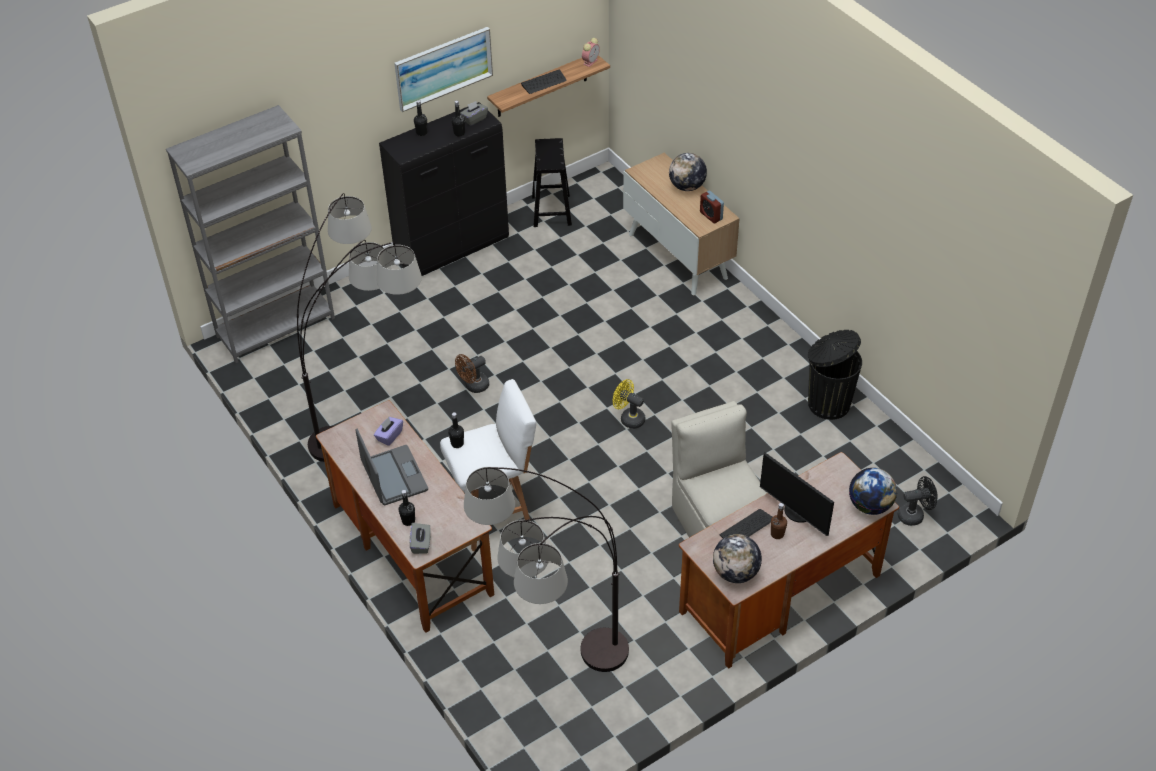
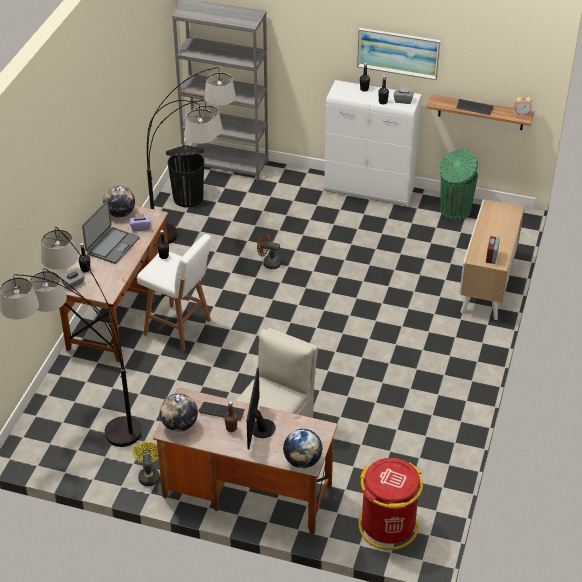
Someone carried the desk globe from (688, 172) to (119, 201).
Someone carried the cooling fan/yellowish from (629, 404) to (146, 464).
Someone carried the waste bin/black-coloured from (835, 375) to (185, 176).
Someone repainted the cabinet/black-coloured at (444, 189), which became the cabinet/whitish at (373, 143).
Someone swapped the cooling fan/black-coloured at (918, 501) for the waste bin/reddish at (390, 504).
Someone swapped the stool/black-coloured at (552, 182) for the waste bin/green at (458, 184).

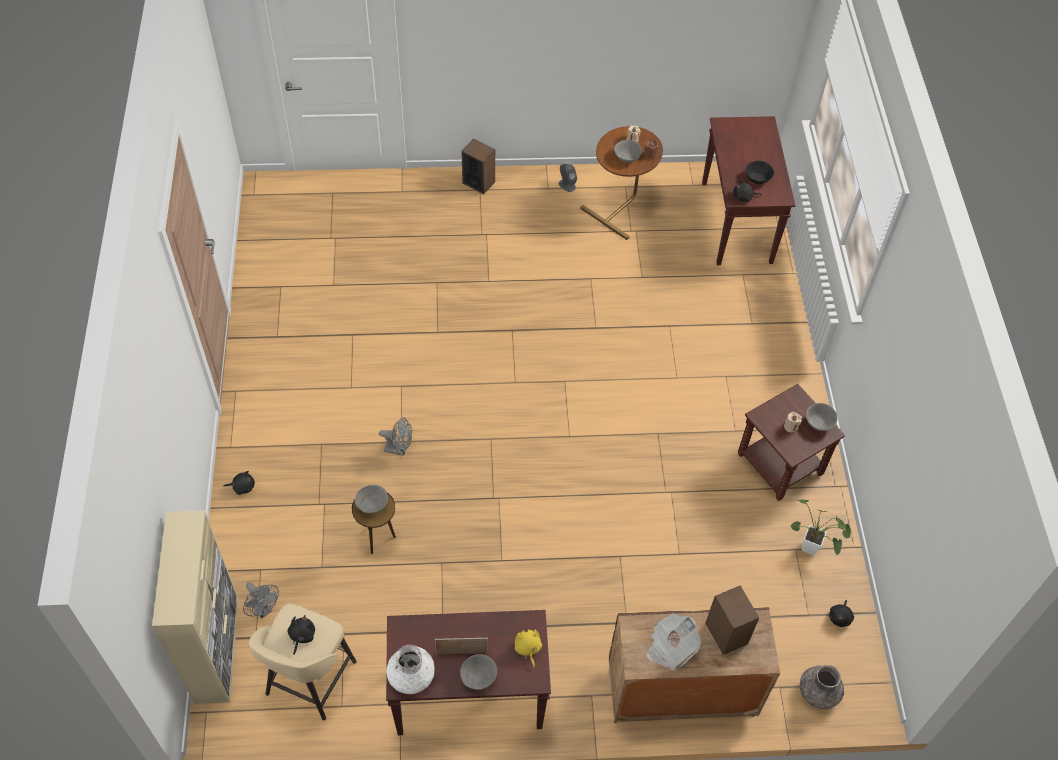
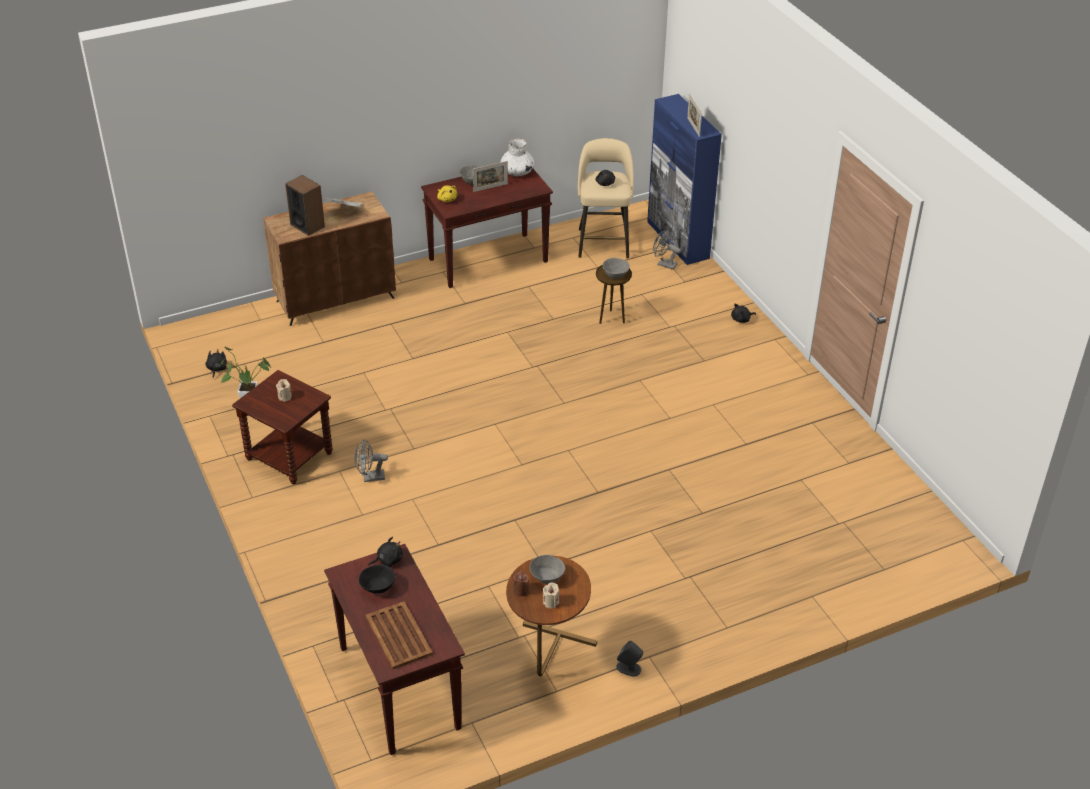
Someone carried the cooling fan/greyish from (395, 436) to (371, 460).
Someone put down the carrying tray/brownish at (399, 635).
Someone repainted the cabinet/beige-coloured at (195, 607), which became the cabinet/bluish at (684, 179).
Someone put down the picture frame at (694, 115).
Someone took away the speaker at (478, 166).
Someone took away the decorative vase/greyish at (822, 687).
Someone took away the deep dish/greyish at (821, 417).

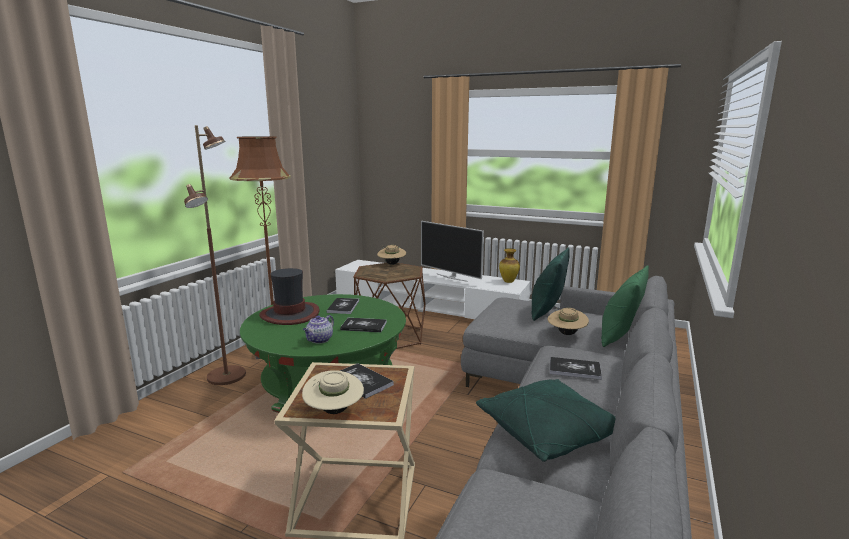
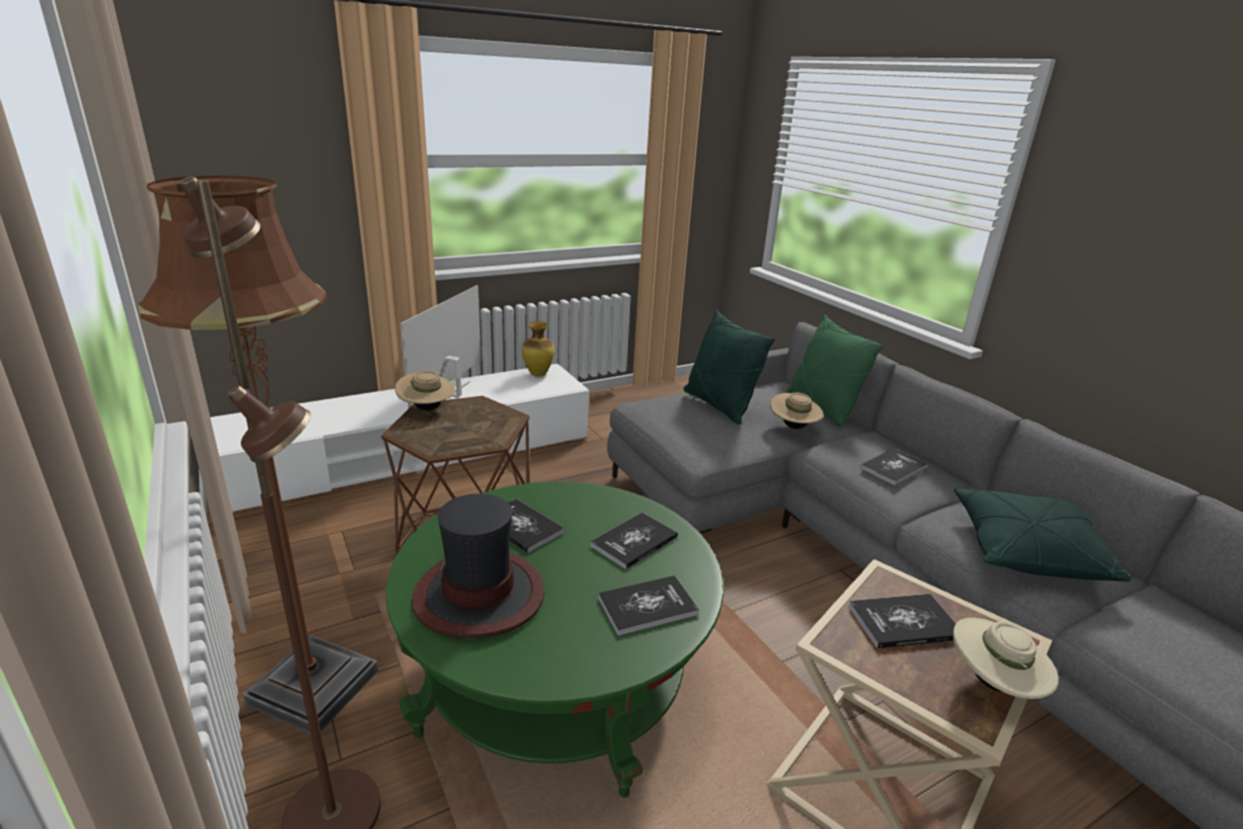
Someone rotated the TV set at (452, 251) by 120 degrees clockwise.
Someone swapped the pot for tea at (318, 329) for the bound book at (648, 606).

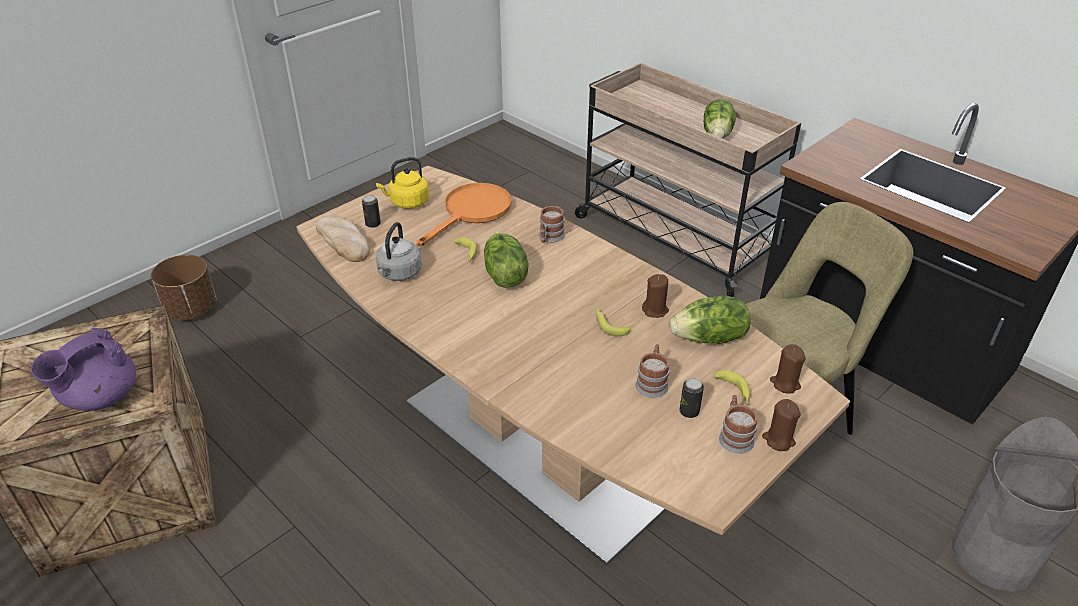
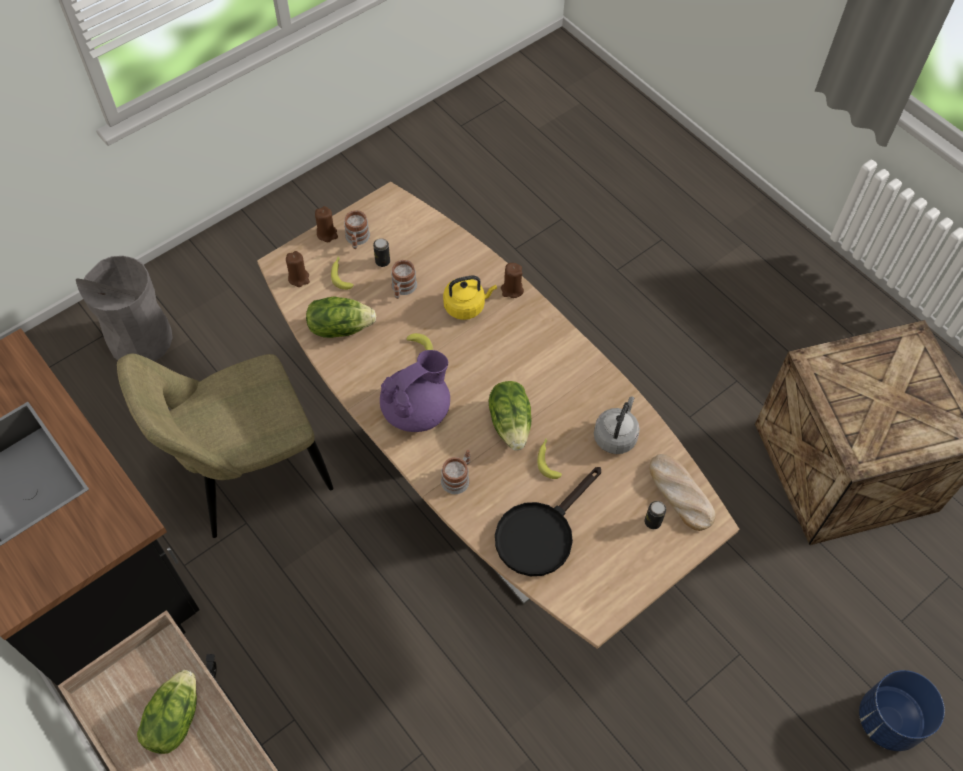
Someone carried the pot for tea/purple-coloured from (83, 369) to (415, 391).
Someone carried the water kettle/yellowish from (403, 183) to (470, 297).
Someone repainted the pan/orange at (464, 214), which became the pan/black-coloured at (548, 521).
Someone carried the wax candle/brownish from (655, 296) to (512, 280).
Someone repainted the plant pot/brownish at (184, 287), which became the plant pot/bluish at (902, 710).

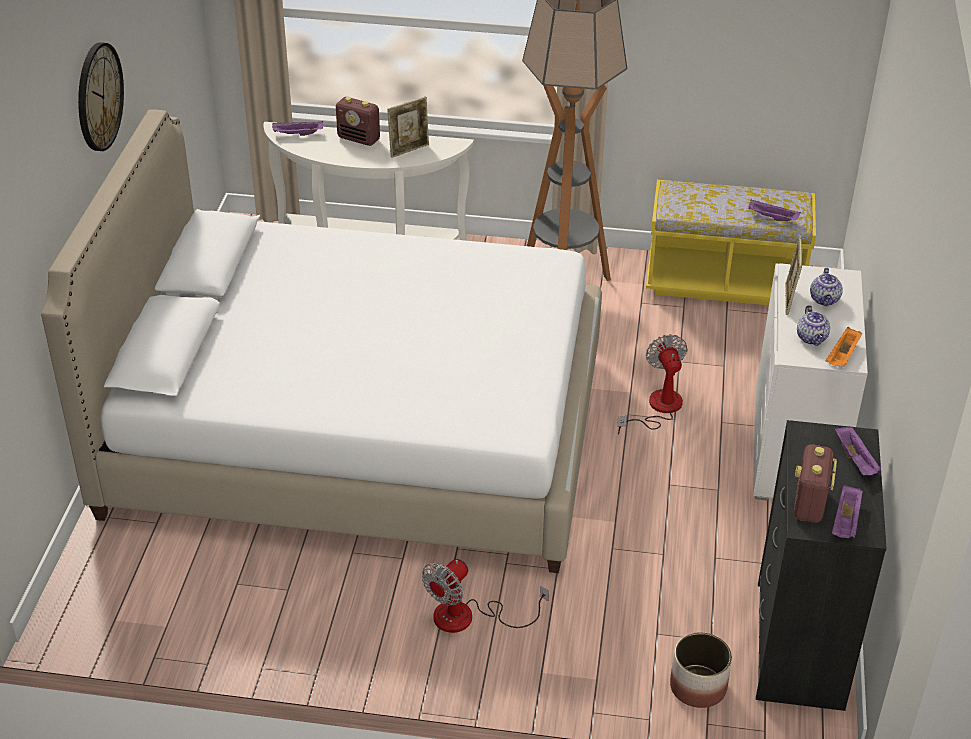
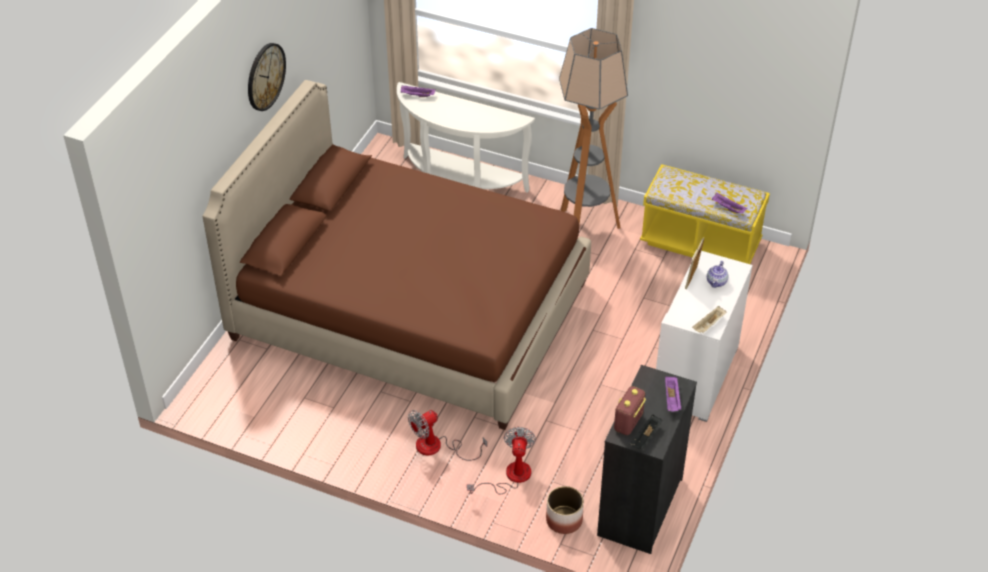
Someone repainted the sleeping bed/whitish at (321, 341), which became the sleeping bed/brownish at (397, 255).
Someone carried the cooling fan from (652, 384) to (501, 461).
Someone repainted the carrying tray/purple-coloured at (847, 511), which became the carrying tray/black-coloured at (646, 432).
Someone repainted the carrying tray/orange at (844, 346), which became the carrying tray/beige-coloured at (709, 319).
Someone took away the radio receiver at (358, 121).
Someone took away the picture frame at (408, 127).
Someone took away the pot for tea at (813, 325).

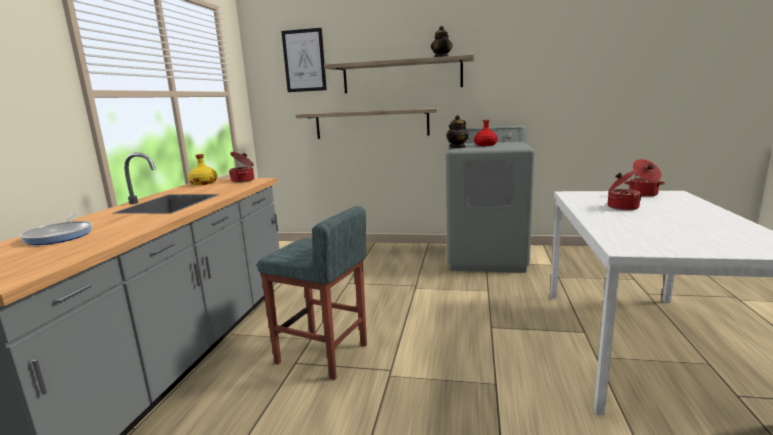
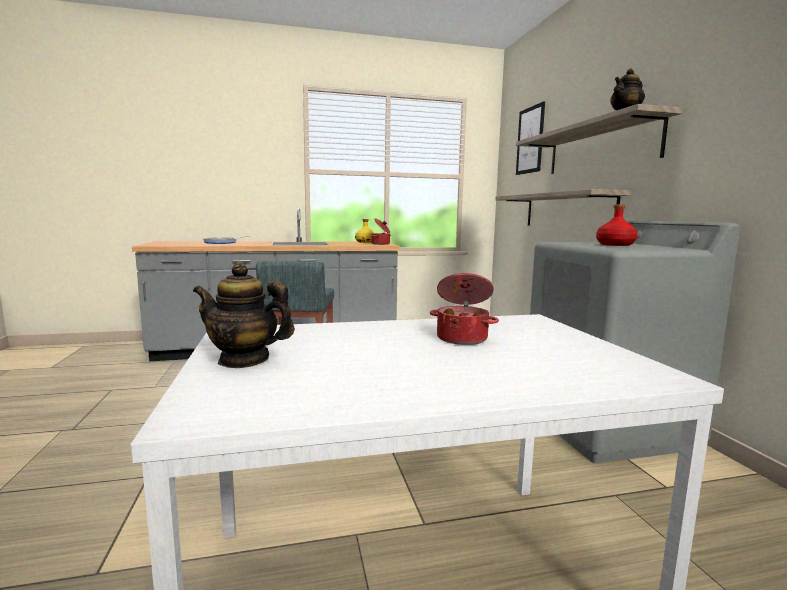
Someone carried the pot for tea from (457, 131) to (244, 315).
Someone took away the stockpot at (644, 178).

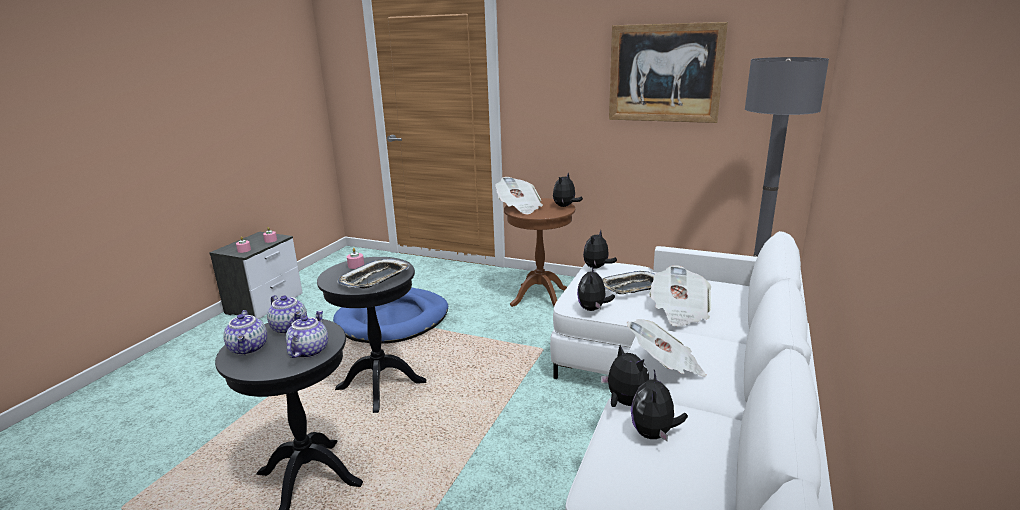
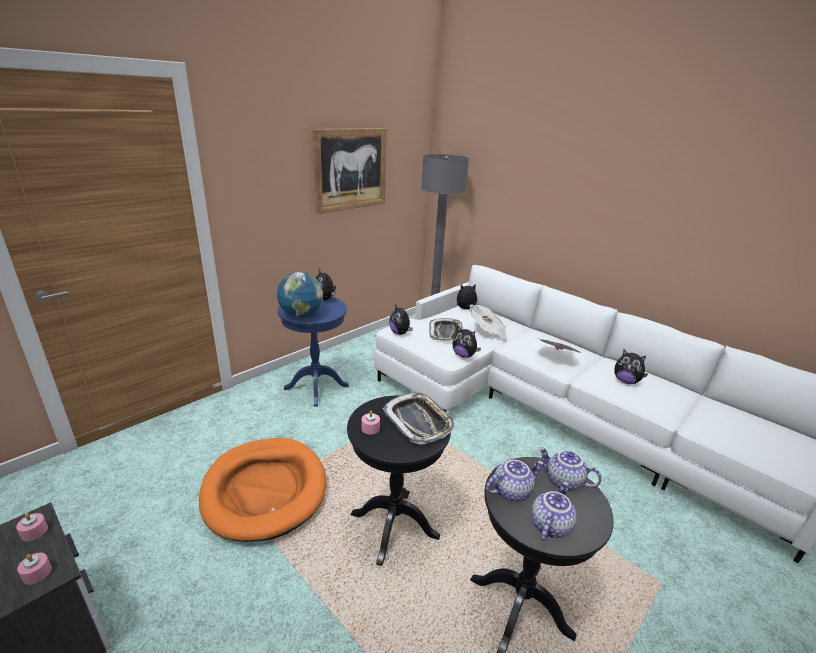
Someone repainted the dog bed/bluish at (390, 315), which became the dog bed/orange at (262, 490).
Someone swapped the newspaper at (519, 196) for the desk globe at (300, 294).
Someone repainted the accent table/brownish at (539, 252), which became the accent table/bluish at (313, 352).
Someone carried the plush toy from (625, 376) to (467, 296).
Someone rotated the pot for tea at (245, 332) by 60 degrees counterclockwise.

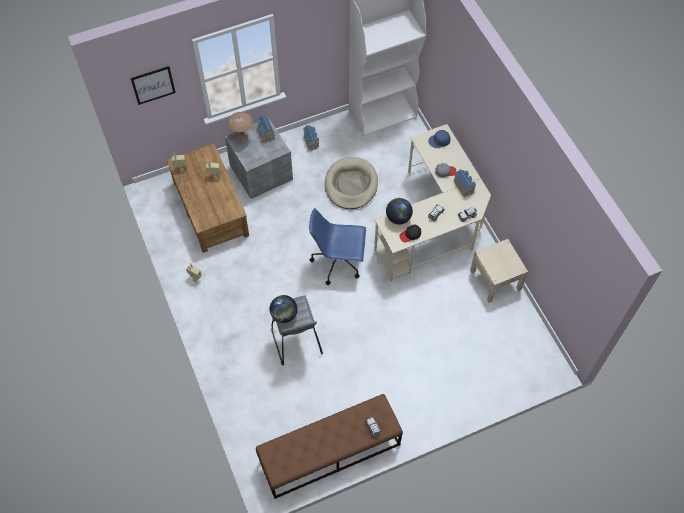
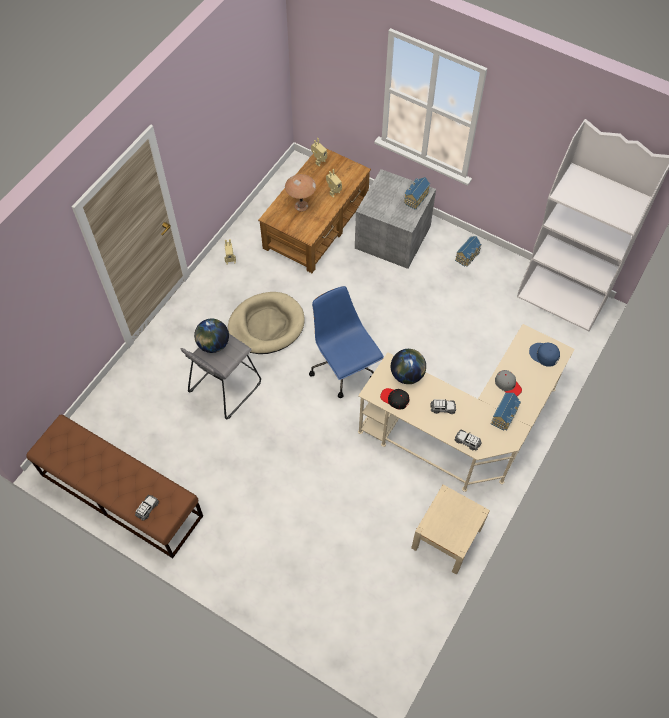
Someone carried the dog bed/beige-coloured from (351, 183) to (266, 323).
Someone carried the tabletop lamp/brownish from (240, 127) to (300, 193).
Someone took away the wall art at (153, 85).

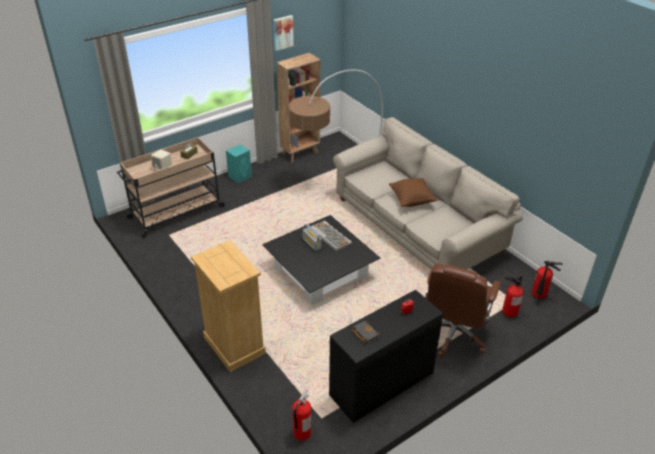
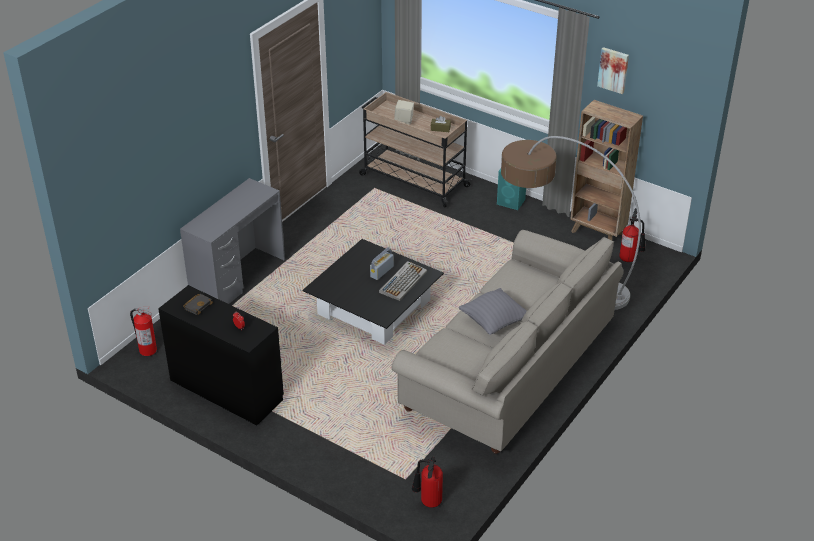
Someone swapped the drawer chest/beige-coloured at (228, 306) for the desk unit/greyish at (232, 241).
Someone repainted the pillow/brownish at (413, 192), which became the pillow/greyish at (493, 311).
Someone carried the fire extinguisher from (512, 294) to (632, 235).
Someone took away the office chair/brownish at (463, 310).

